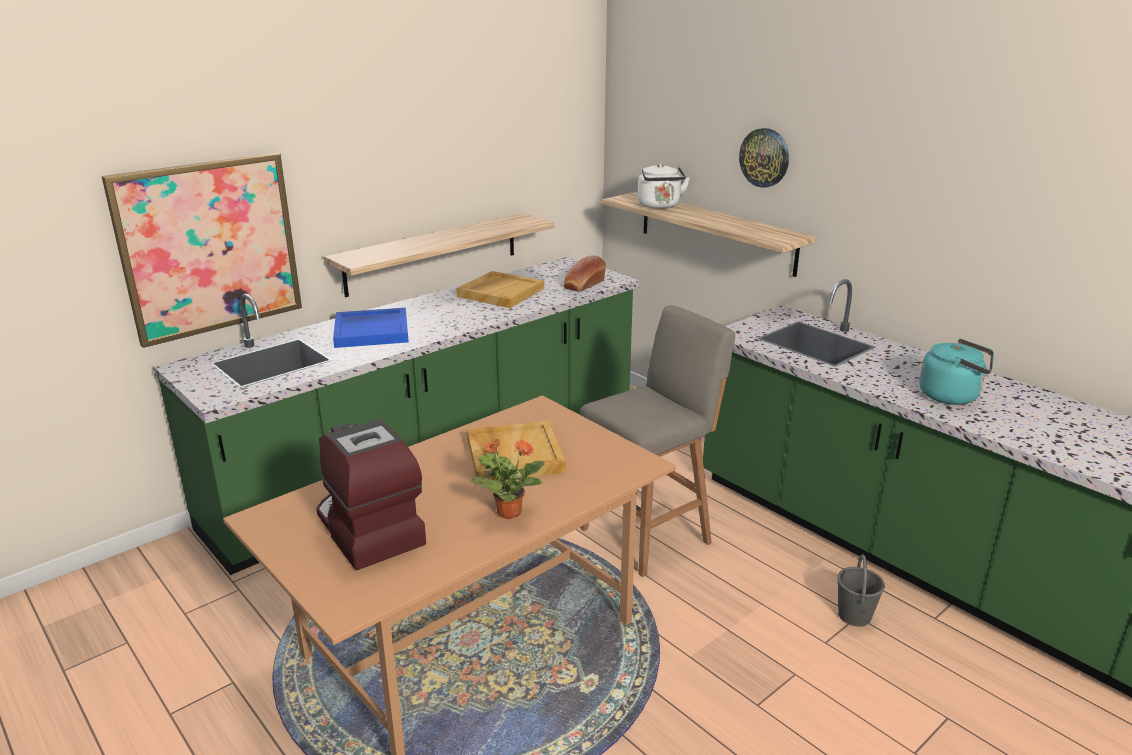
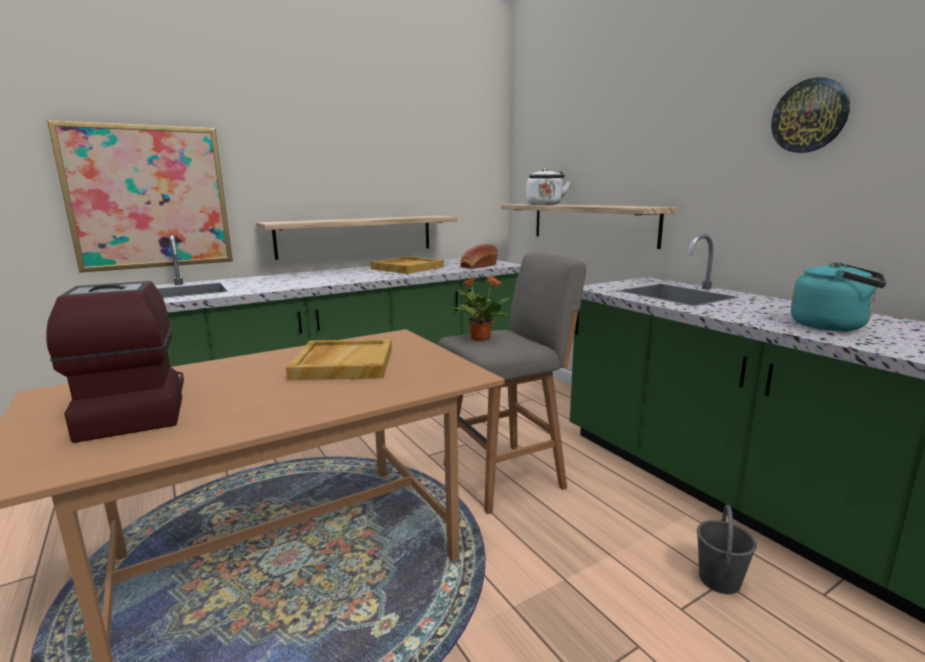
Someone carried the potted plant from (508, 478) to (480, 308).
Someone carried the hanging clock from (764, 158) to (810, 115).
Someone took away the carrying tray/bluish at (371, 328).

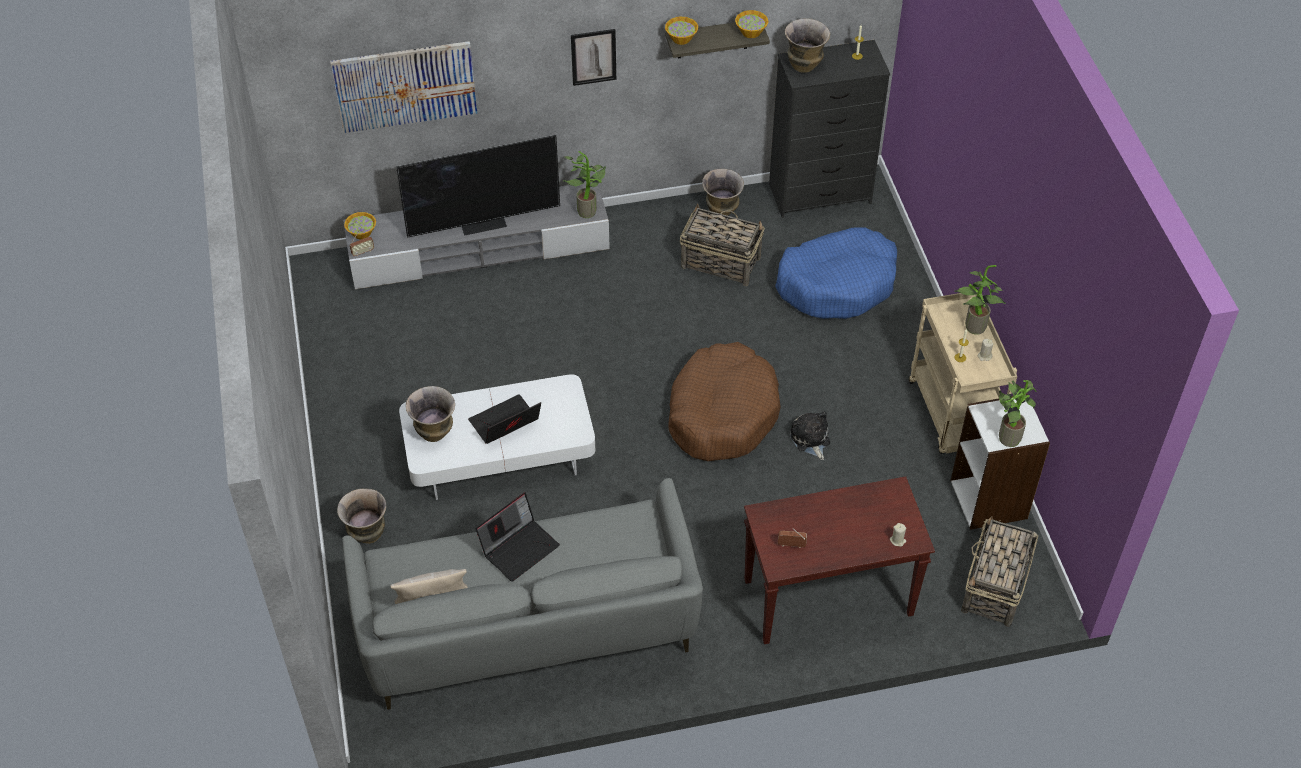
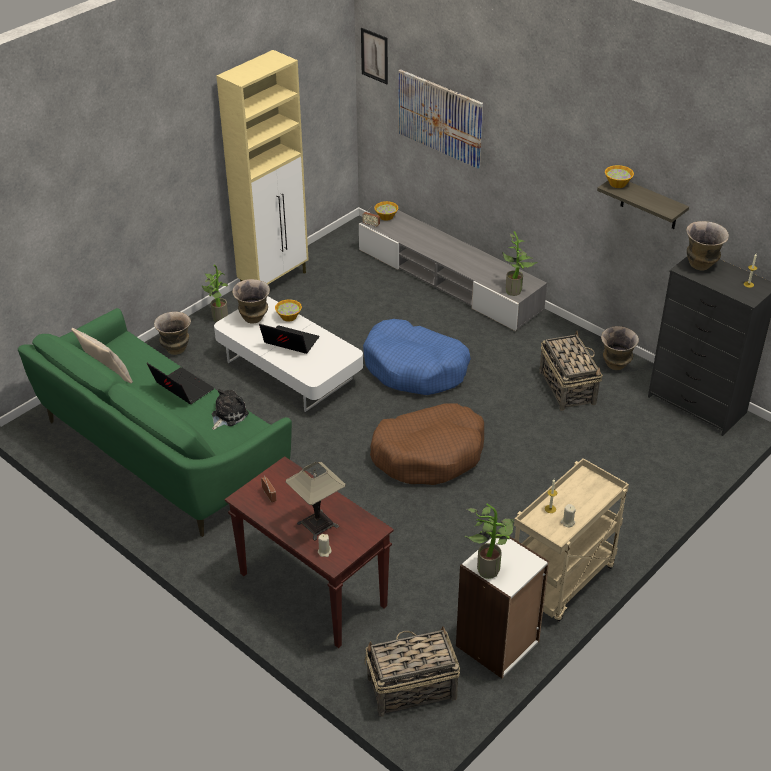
Someone repainted the sofa/greyish at (522, 594), which became the sofa/green at (155, 422).
Someone rotated the portable computer at (518, 537) by 150 degrees counterclockwise.
Someone carried the potted plant from (980, 300) to (215, 293).
Someone carried the plush toy from (810, 436) to (230, 409).
Someone put down the cabinet/beige-coloured at (262, 167).
Someone carried the deep dish from (751, 24) to (288, 310).
Someone put down the tabletop lamp at (316, 501).
Someone carried the wall art from (593, 57) to (374, 56).
Someone carried the dog bed/bluish from (836, 273) to (417, 357).
Someone took away the TV set at (478, 186).

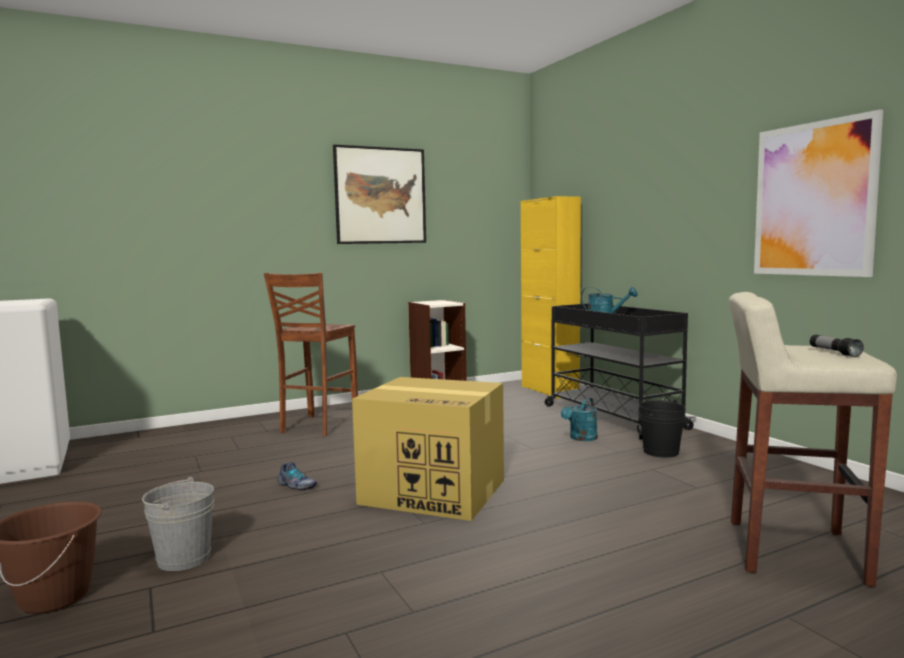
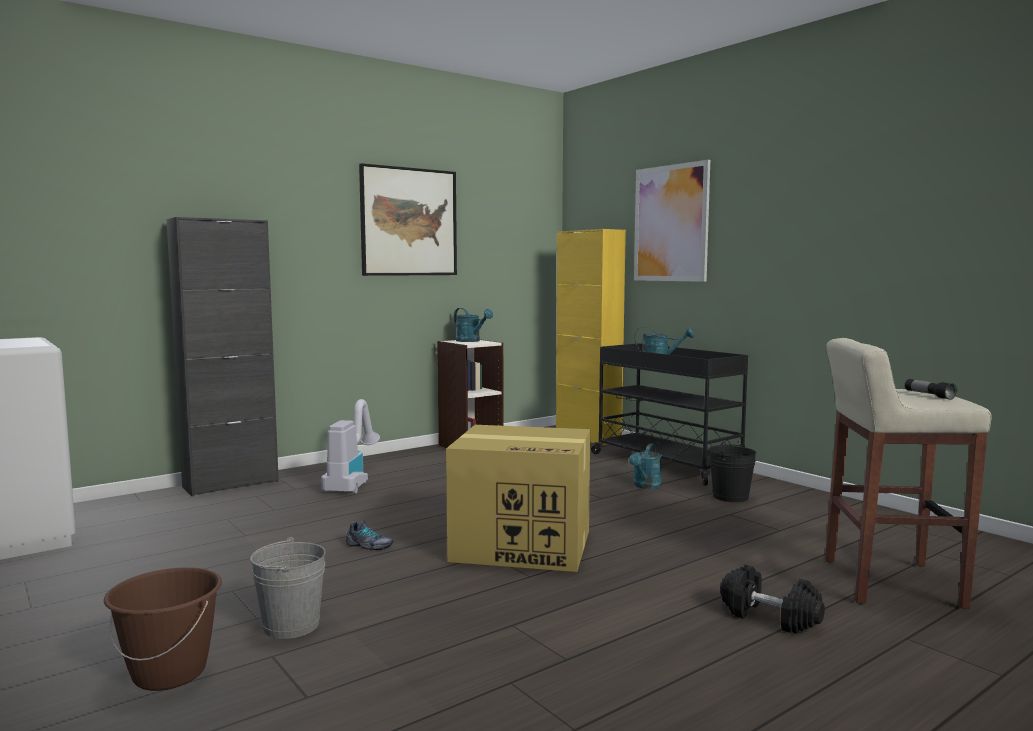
Someone put down the cabinet/black-coloured at (223, 357).
Someone swapped the stool/brownish at (311, 354) for the hoover at (350, 446).
Someone put down the watering pot/blue-green at (473, 325).
Someone carried the wall art from (818, 193) to (672, 221).
Someone put down the dumbbell/black-coloured at (772, 599).

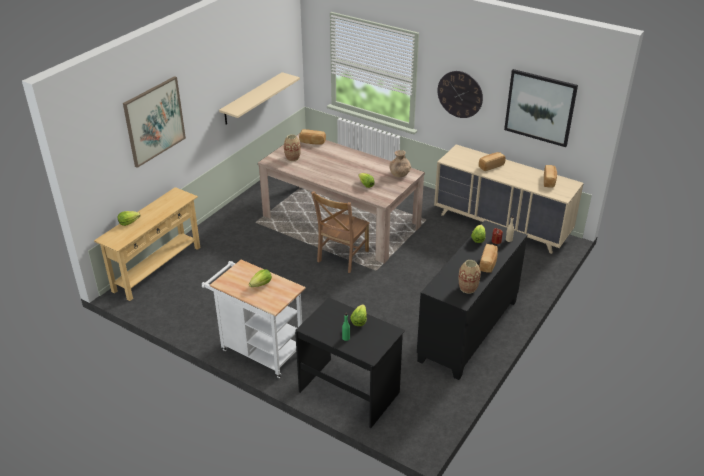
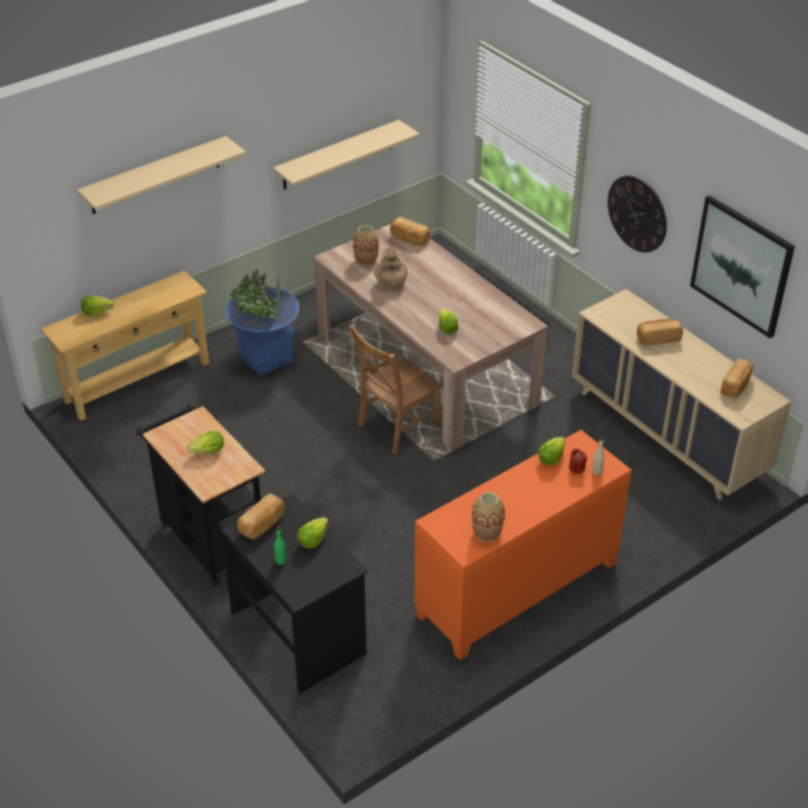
Someone swapped the wall art at (154, 122) for the shelf/beige-coloured at (161, 175).
Someone repainted the wheeled cart/whitish at (254, 319), which became the wheeled cart/black-coloured at (200, 495).
Someone put down the plant pot/bluish at (262, 323).
Someone carried the baked bread from (488, 258) to (261, 516).
Someone carried the decorative vase/brownish from (400, 163) to (390, 267).
Someone repainted the cabinet/black-coloured at (472, 300), which became the cabinet/orange at (523, 545).

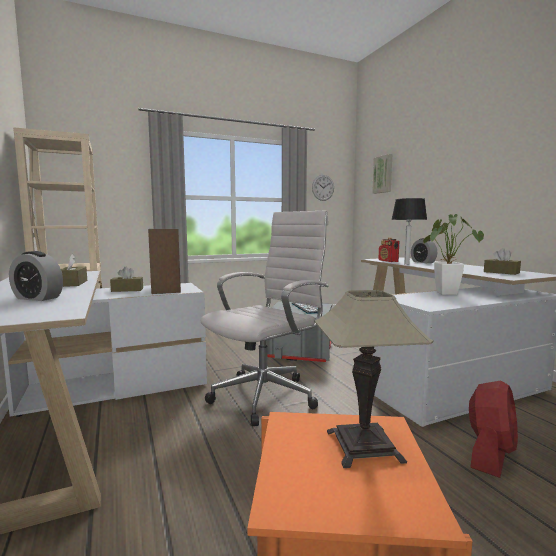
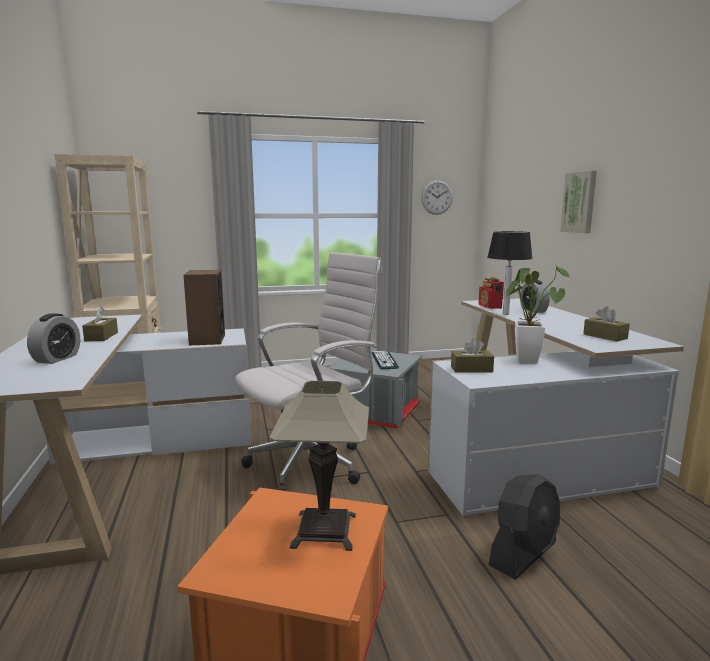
Someone rotated the table clock at (36, 276) by 105 degrees counterclockwise.
Someone carried the tissue box/brownish from (126, 279) to (472, 355).
Someone repainted the cooling fan/reddish at (493, 429), which became the cooling fan/black-coloured at (524, 527).
Someone carried the wall art from (382, 174) to (578, 202).

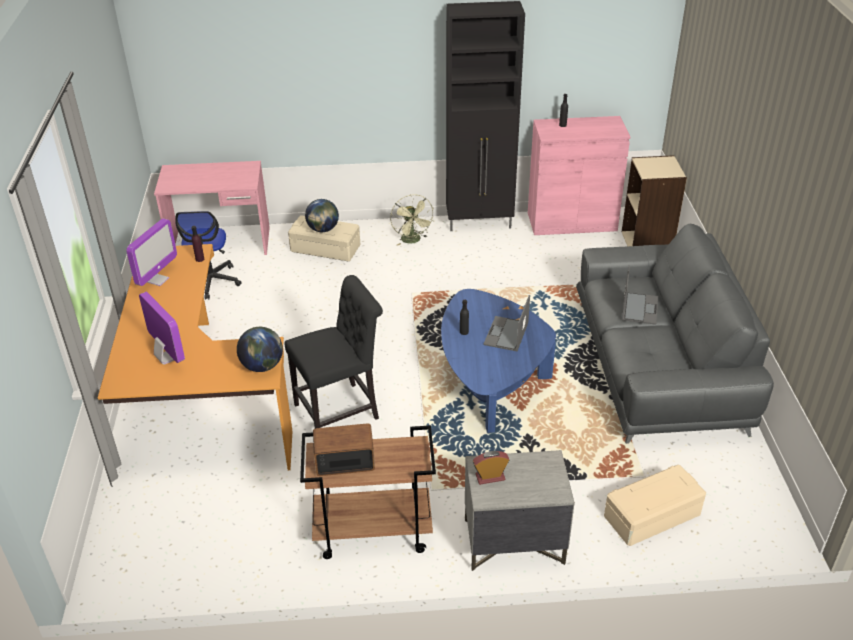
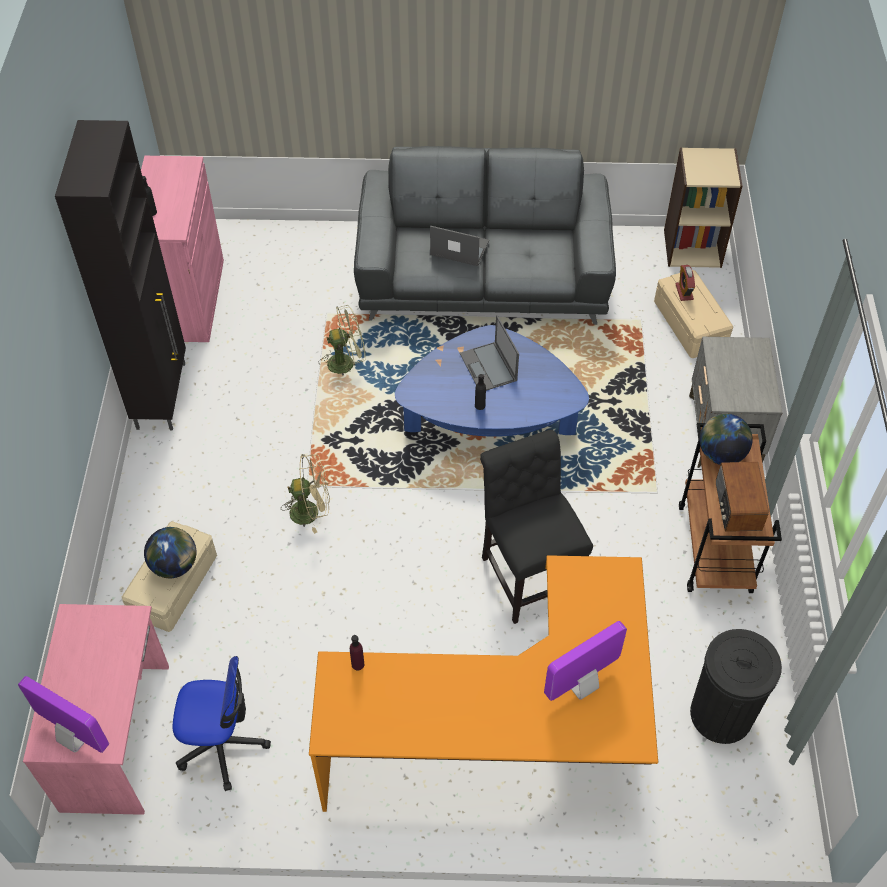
Someone carried the monitor from (151, 252) to (63, 714).
Someone put down the cooling fan/beige-coloured at (305, 494).
Someone carried the cooling fan/green from (412, 220) to (342, 340).
Someone rotated the portable computer at (506, 323) by 45 degrees clockwise.
Someone carried the bookshelf/beige-coloured from (654, 200) to (703, 207).
Someone carried the table clock from (491, 468) to (685, 283).
Someone put down the waste bin/black-coloured at (736, 686).
Someone carried the desk globe from (260, 349) to (726, 439).

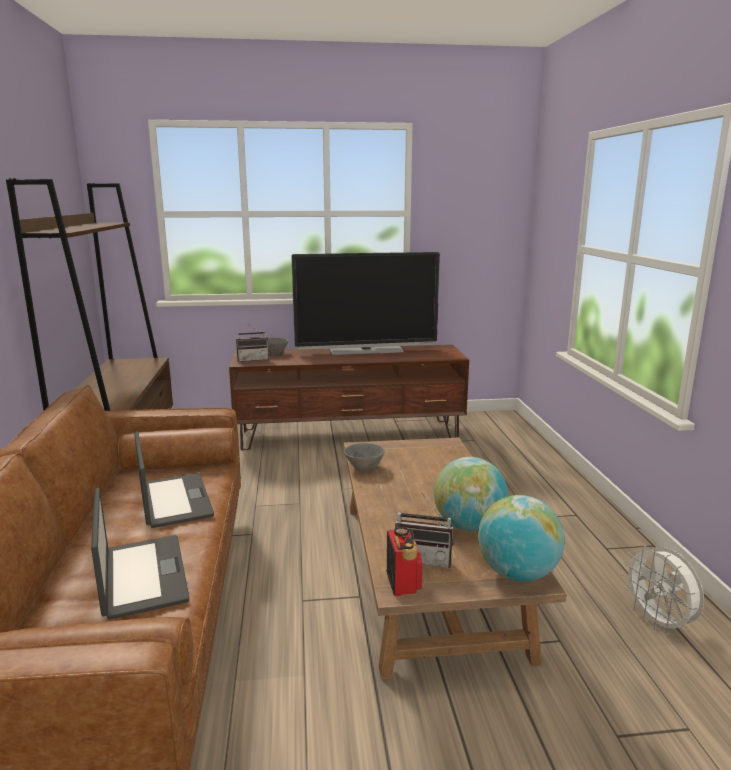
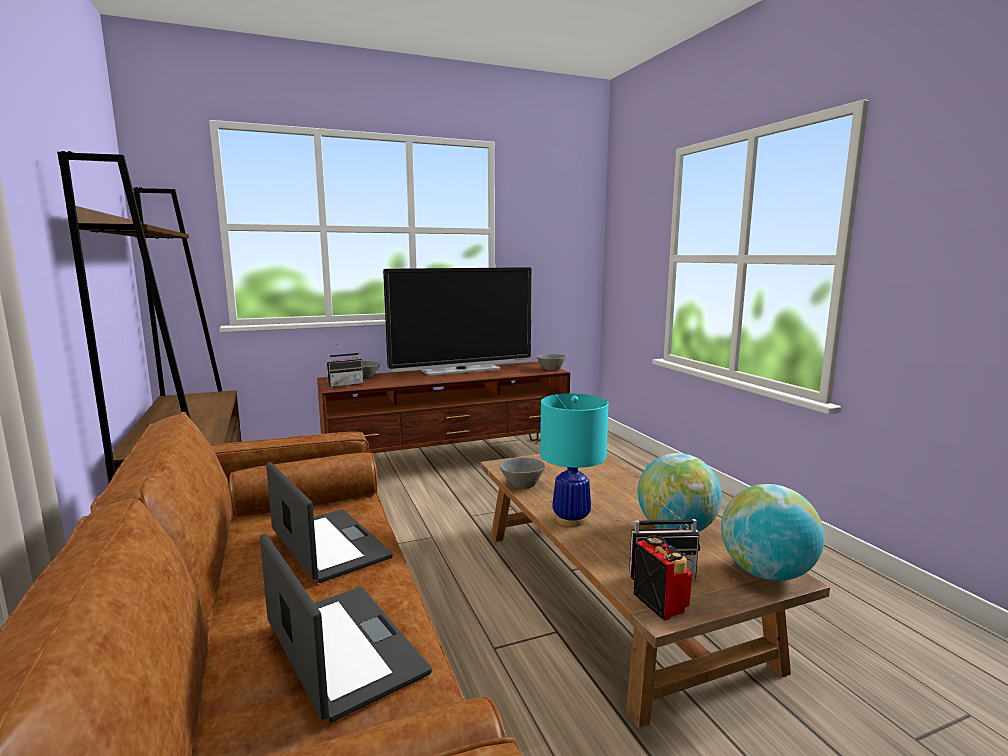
Someone put down the deep dish/greyish at (551, 362).
Someone put down the tabletop lamp/blue-green at (574, 460).
Someone took away the cooling fan/whitish at (663, 590).

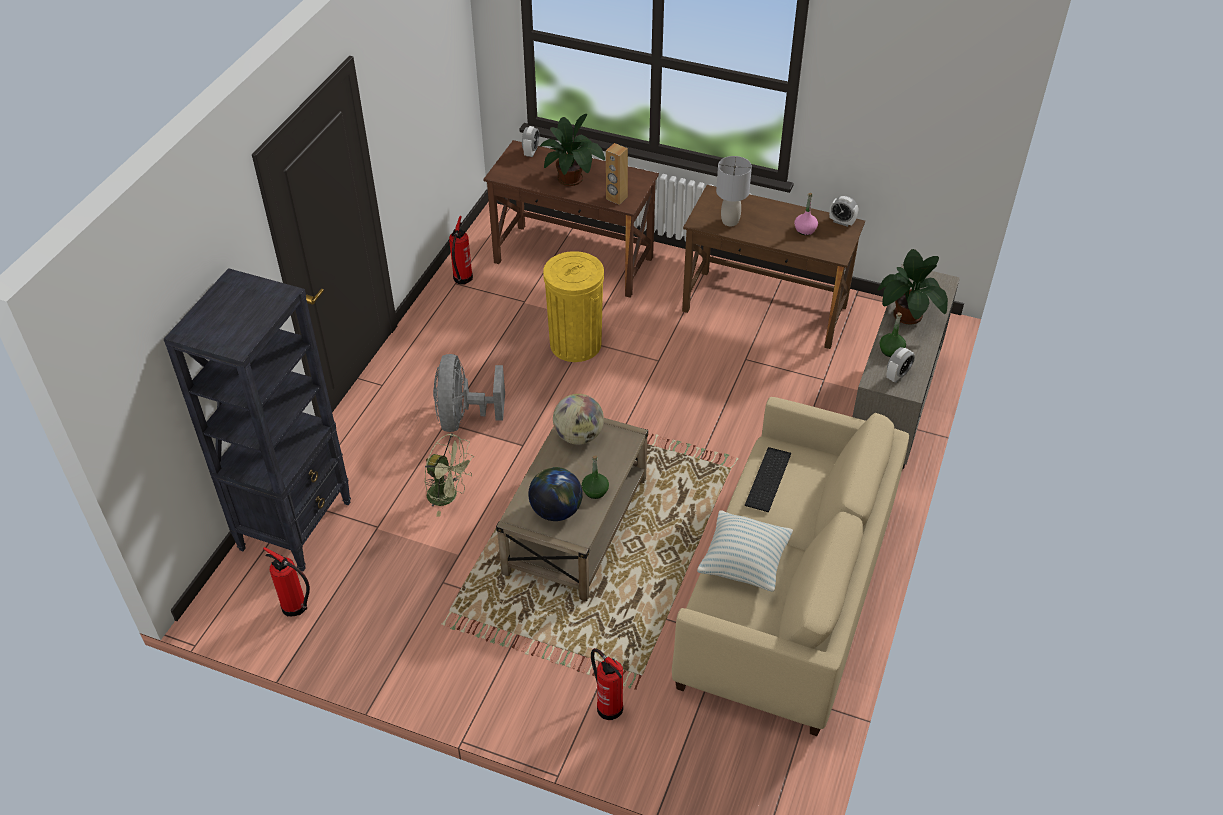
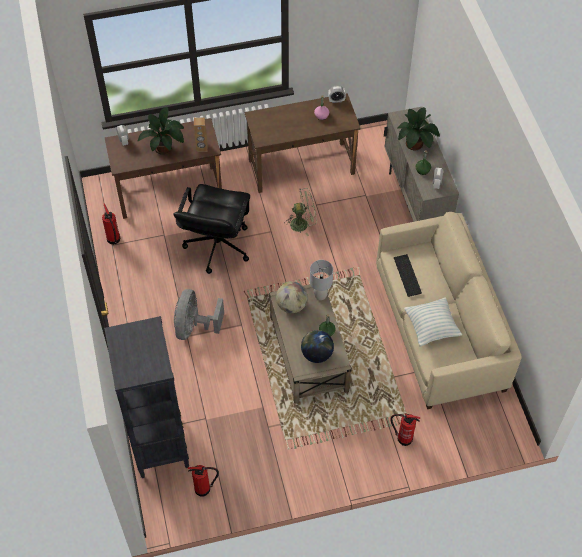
Someone swapped the waste bin/yellowish at (573, 306) for the office chair/black-coloured at (211, 229).
Someone rotated the cooling fan/greyish at (469, 393) by 45 degrees clockwise.
Someone carried the cooling fan/green from (449, 475) to (300, 212).
Someone carried the tabletop lamp/greyish from (734, 191) to (321, 280).

